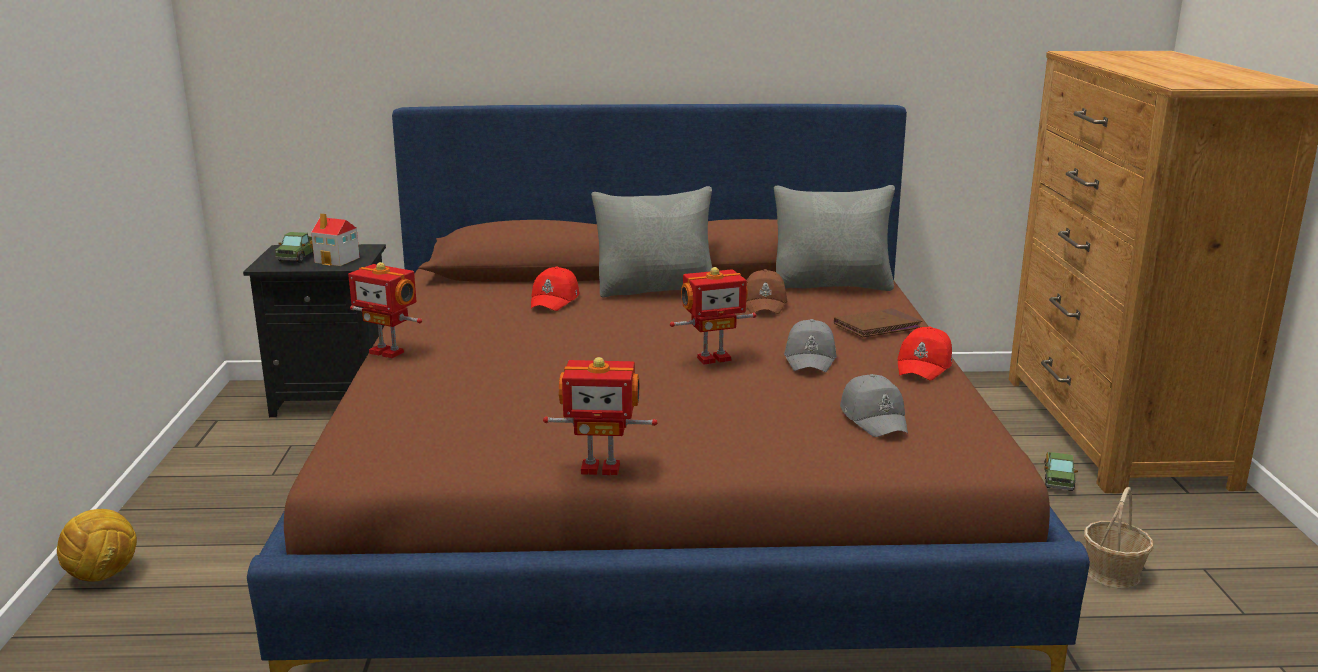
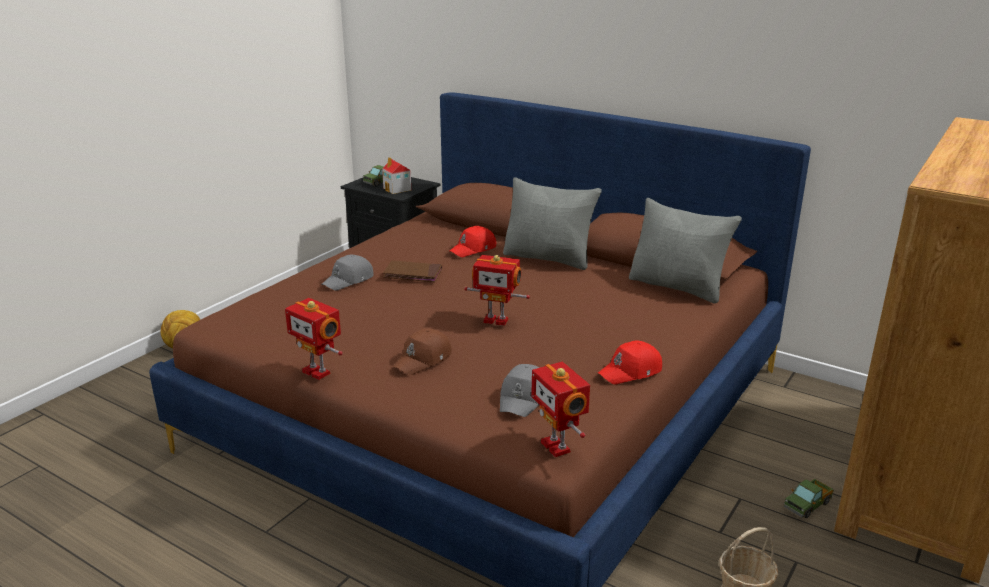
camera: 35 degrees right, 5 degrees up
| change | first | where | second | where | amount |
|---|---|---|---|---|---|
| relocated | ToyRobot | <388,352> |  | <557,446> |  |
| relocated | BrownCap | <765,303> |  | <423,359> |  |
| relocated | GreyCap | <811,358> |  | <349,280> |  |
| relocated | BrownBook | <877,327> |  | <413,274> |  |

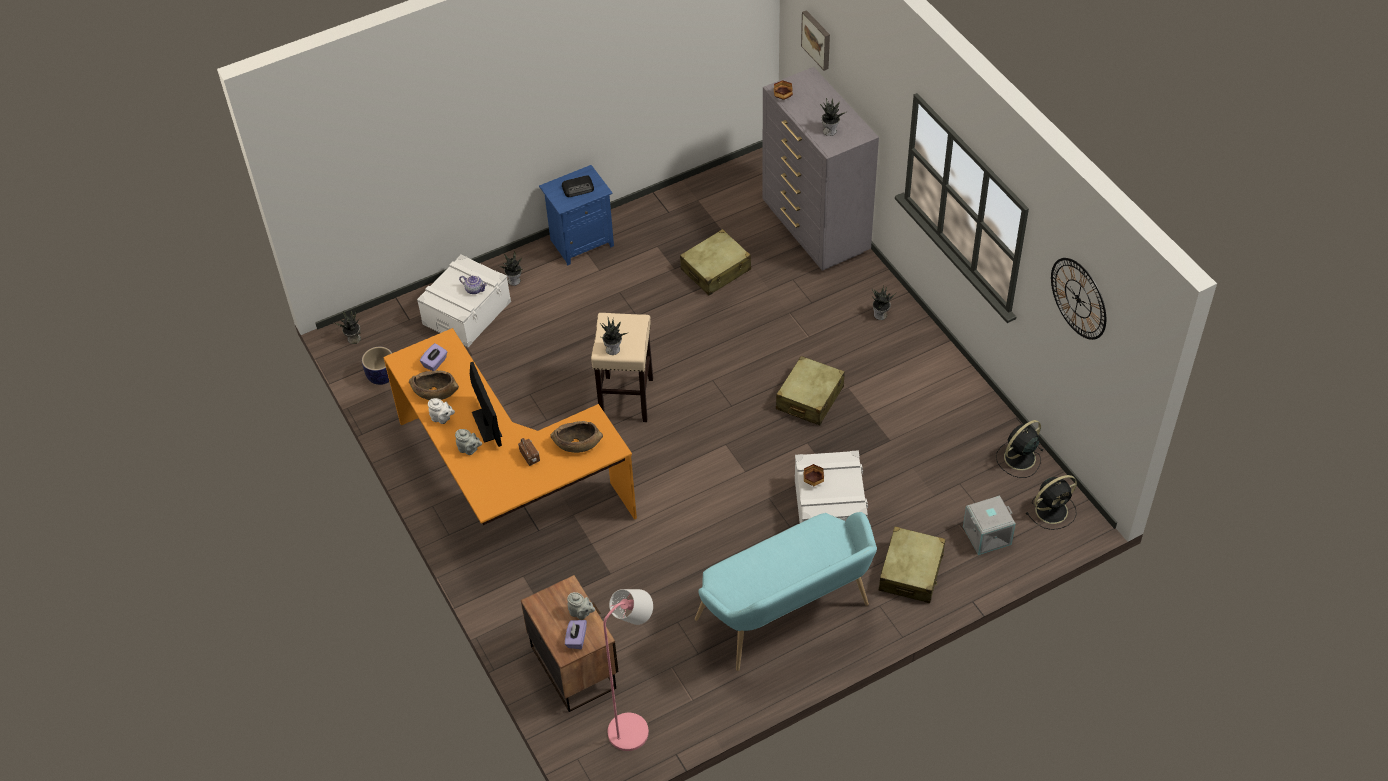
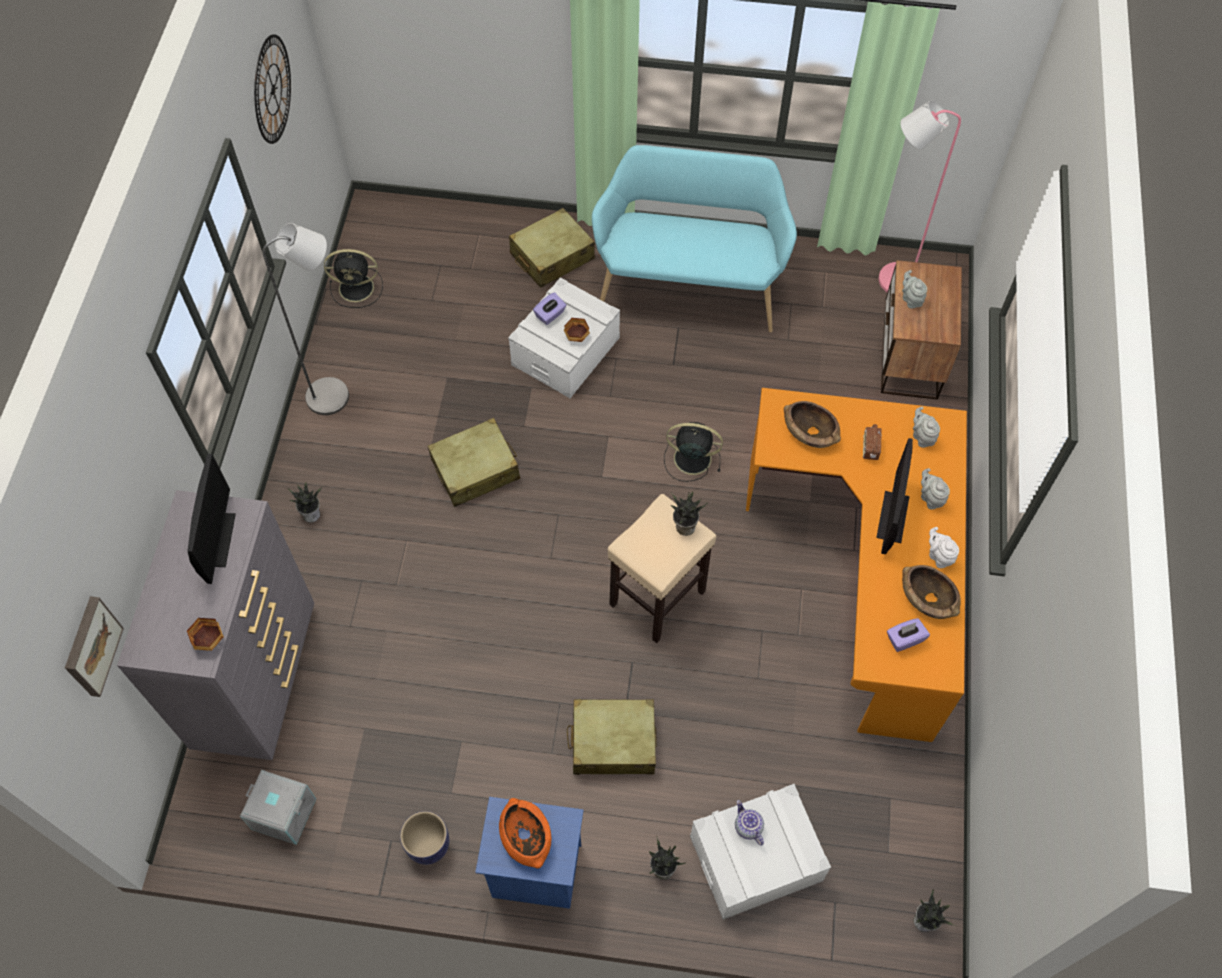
camera: 145 degrees left, 10 degrees up
| change | first | where | second | where | amount |
|---|---|---|---|---|---|
| relocated | Planter | <382,376> |  | <428,844> |  |
| exchanged | Radio | <578,188> | OrangeBowl | <525,837> |  |
| relocated | PurpleTissueBox | <576,639> |  | <550,315> |  |
| relocated | BeigeSuitcase | <716,270> |  | <613,742> |  |
| exchanged | PottedPlant | <830,131> | Monitor | <217,539> |  |
| relocated | GreyStorageBox | <987,534> |  | <283,815> |  |
| relocated | BlackFan | <1052,510> |  | <690,458> |  |
| appeared |  |  | GreyFloorLamp | <336,395> |  |
| appeared |  |  | GreyTeapot | <922,437> |  |

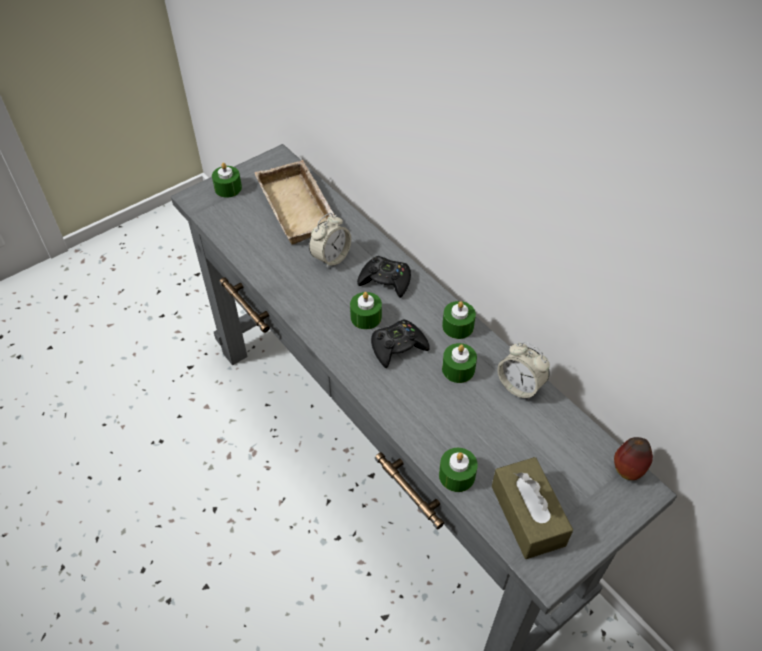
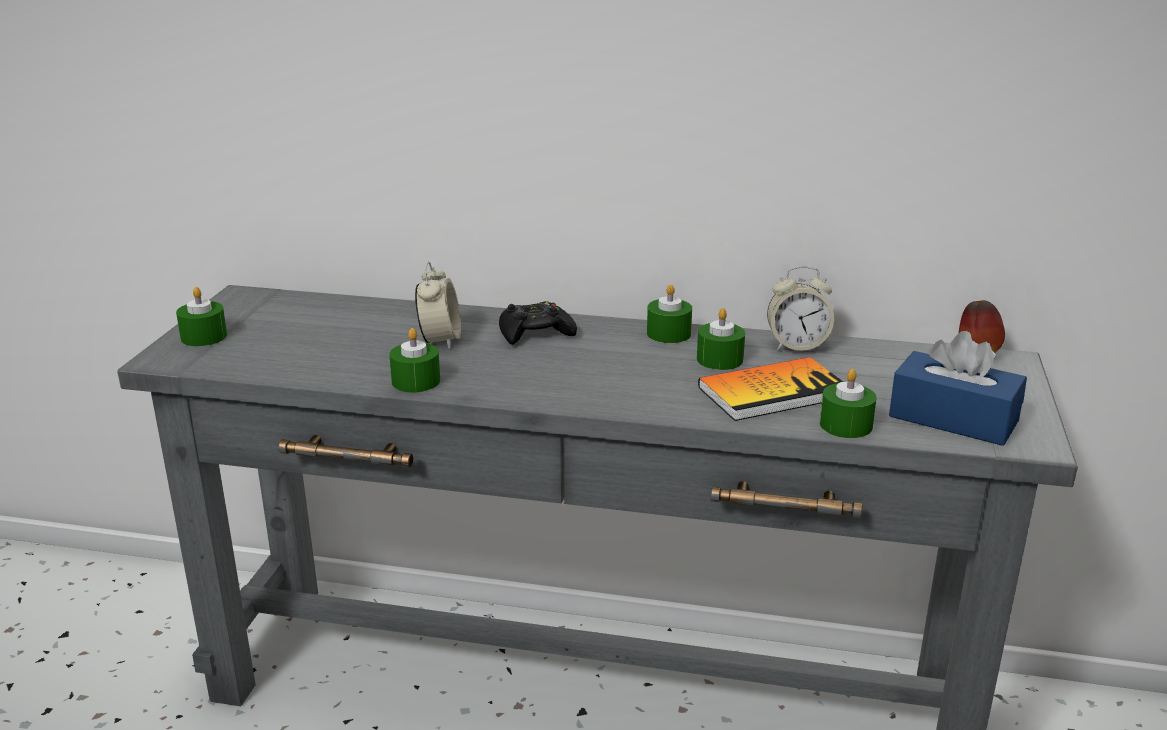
camera: 40 degrees left, 25 degrees down
| change | first | where | second | where | amount |
|---|---|---|---|---|---|
| missing | BeigeTray | <300,208> |  |  |  |
| relocated | GreenCandle | <366,317> |  | <416,381> |  |
| missing | BlackGameController | <398,347> |  |  |  |
| colour | BrownTissueBox | <527,515> | BlueTissueBox | <953,418> |  |
| appeared |  |  | Book | <772,392> |  |

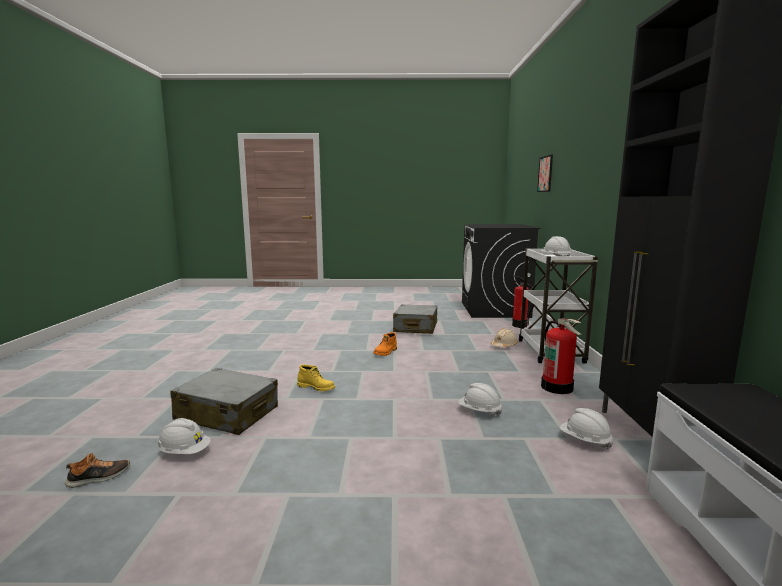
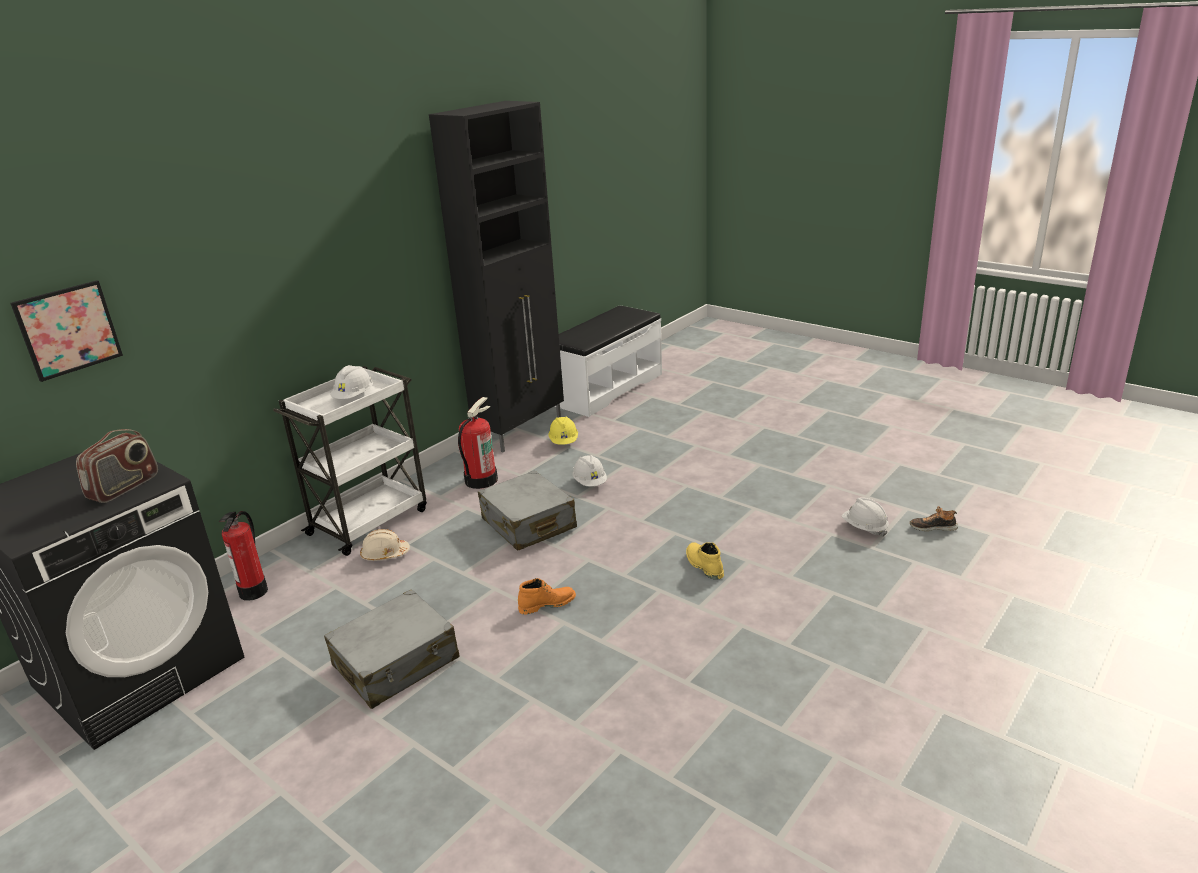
camera: 140 degrees left, 15 degrees up
| change | first | where | second | where | amount |
|---|---|---|---|---|---|
| relocated | GreySuitcase | <227,414> |  | <528,524> |  |
| colour | WhiteHardHat | <584,441> | YellowHardHat | <564,442> |  |
| appeared |  |  | Radio | <124,487> |  |

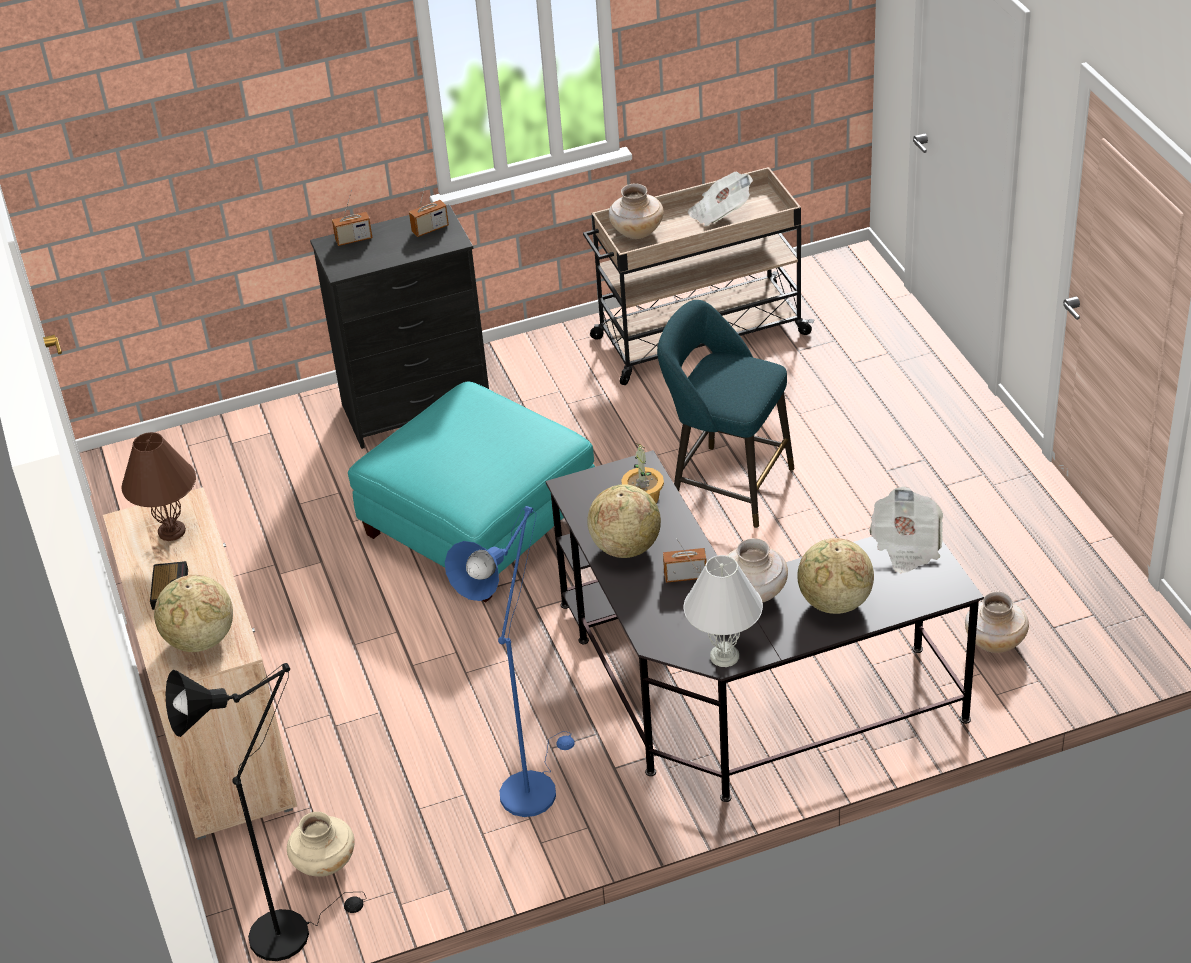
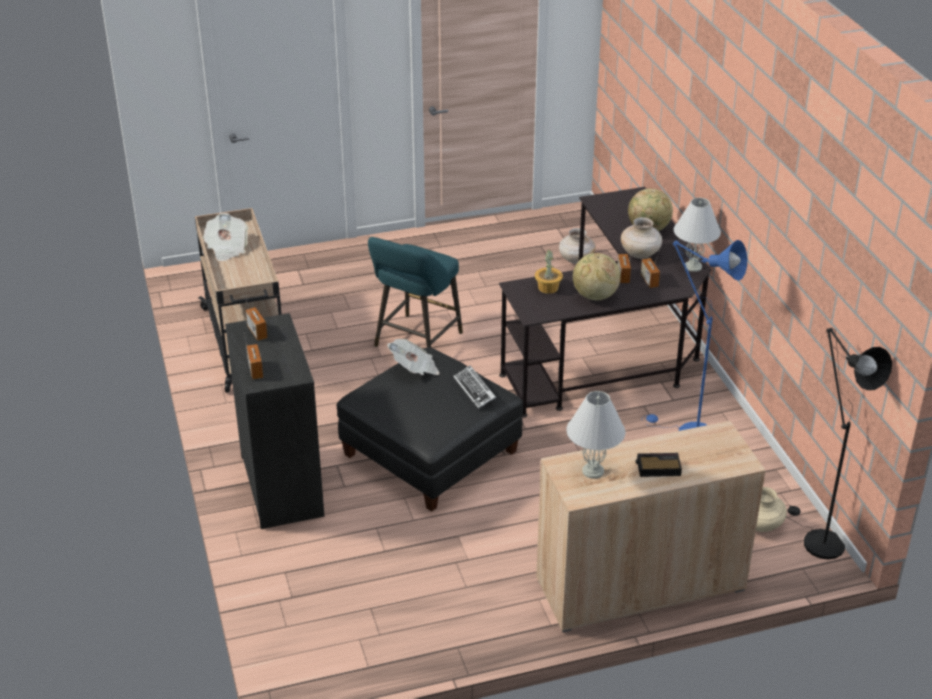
camera: 90 degrees left, 5 degrees down
| change | first | where | second | where | amount |
|---|---|---|---|---|---|
| colour | BrownTableLamp | <171,531> | WhiteTableLamp | <593,471> |  |
| missing | Globe | <200,640> |  |  |  |
| colour | TurquoiseOttoman | <480,524> | BlackOttoman | <431,453> |  |
| missing | BeigeVase | <637,232> |  |  |  |
| relocated | Newspaper | <906,546> |  | <414,369> |  |
| appeared |  |  | Keyboard | <474,390> |  |
| appeared |  |  | Radio | <649,281> |  |

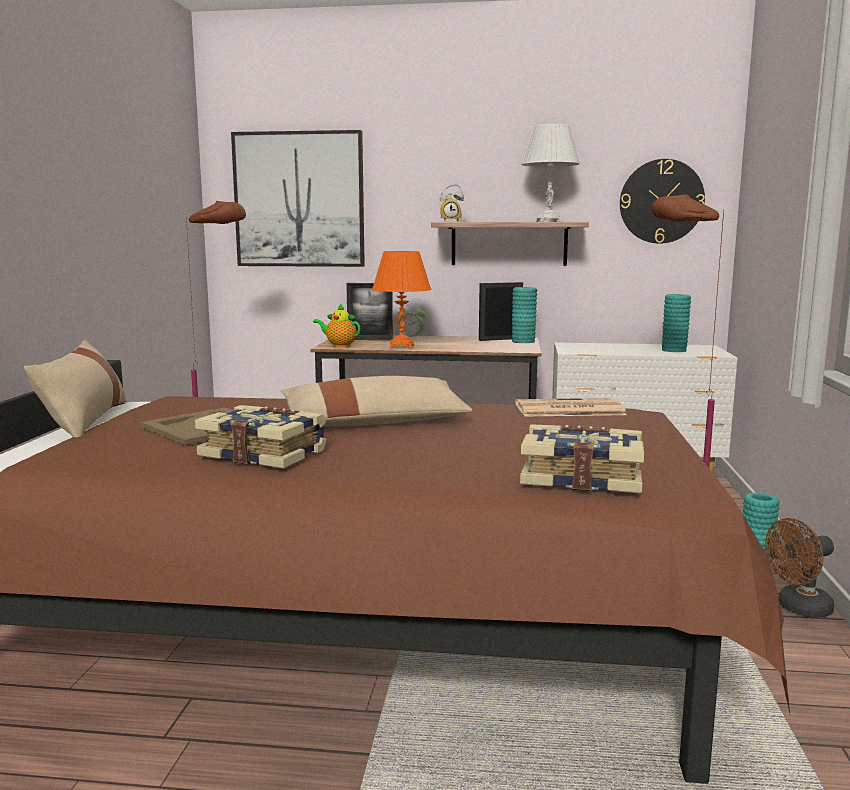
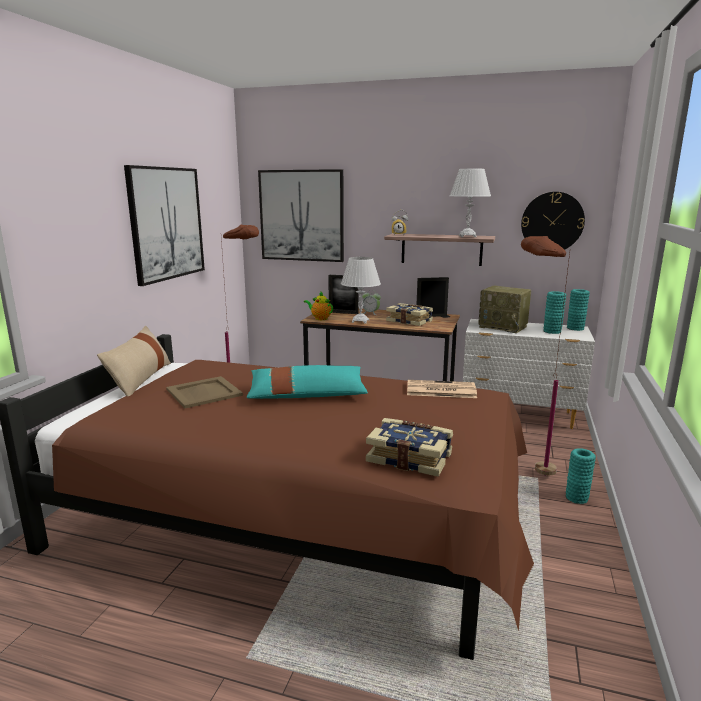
camera: 10 degrees right, 5 degrees up
| change | first | where | second | where | amount |
|---|---|---|---|---|---|
| relocated | Book | <264,454> |  | <409,321> |  |
| colour | BeigePillow | <374,422> | TurquoisePillow | <307,394> |  |
| colour | OrangeTableLamp | <401,346> | WhiteTableLamp | <360,321> |  |
| relocated | TurquoiseVase | <523,341> |  | <575,328> |  |
| missing | BrownFan | <798,608> |  |  |  |
| appeared |  |  | Picture | <166,223> |  |
| appeared |  |  | Radio | <504,327> |  |

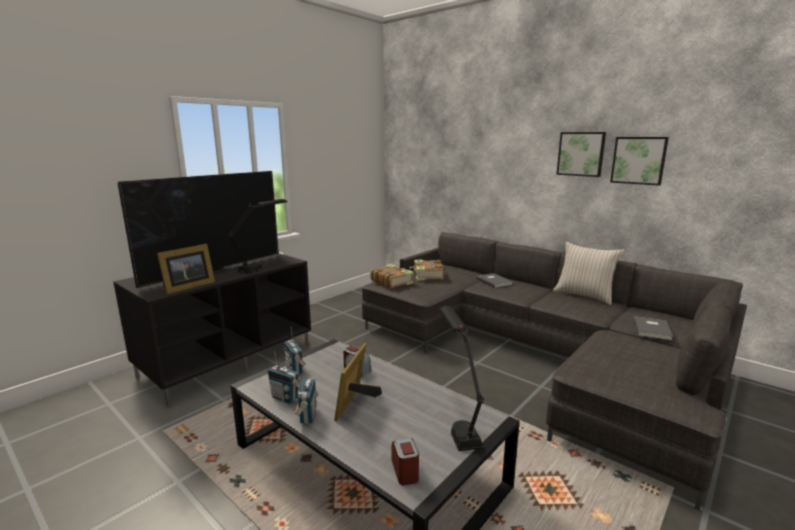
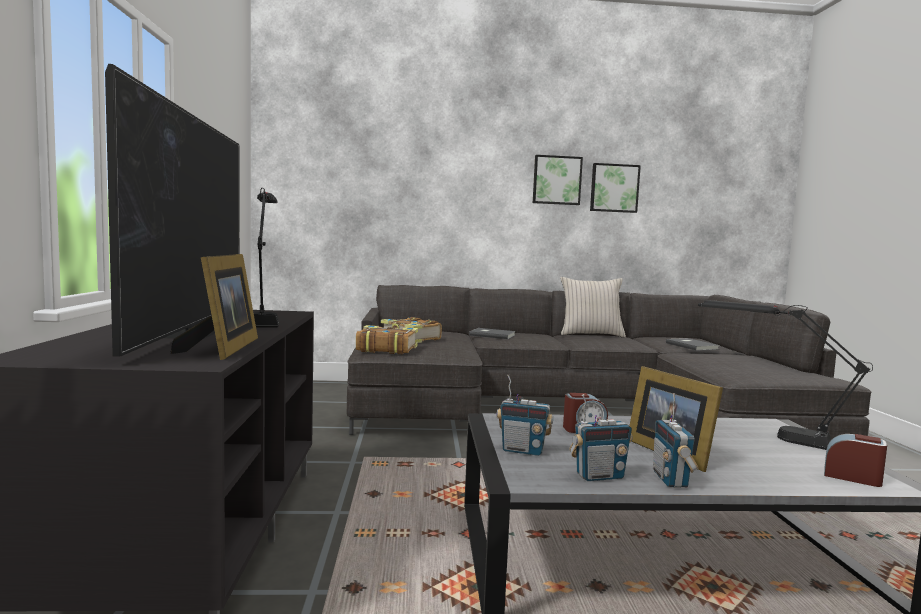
camera: 45 degrees left, 10 degrees down
| change | first | where | second | where | amount |
|---|---|---|---|---|---|
| spun | Radio | <307,416> |  | <671,479> | 135 degrees counterclockwise |

